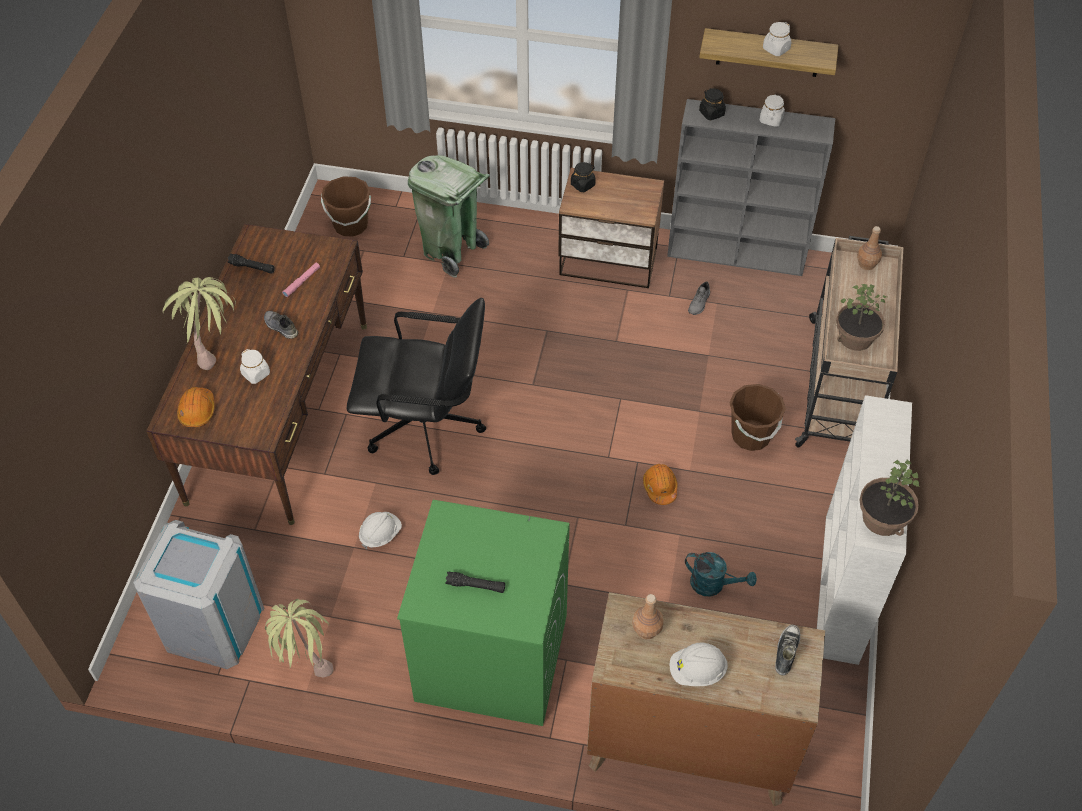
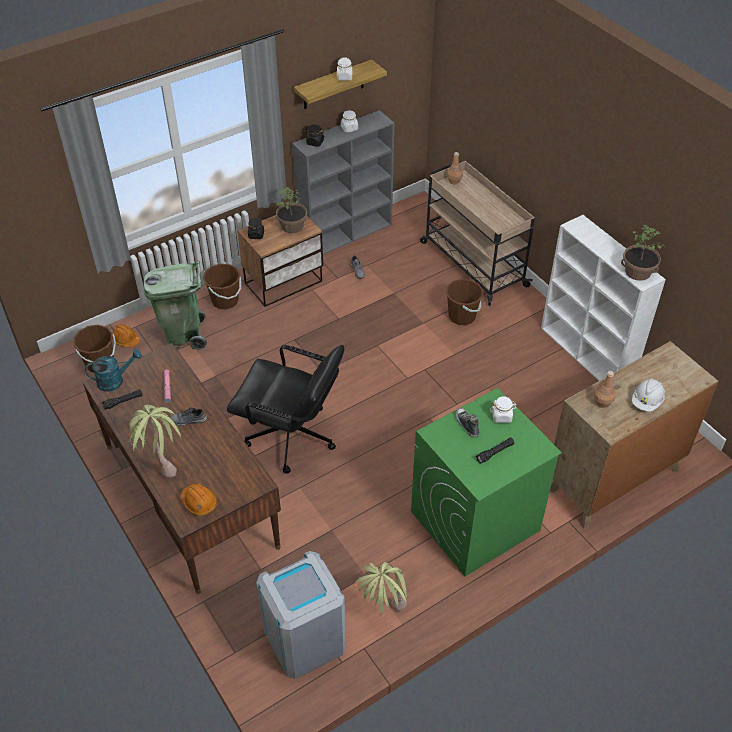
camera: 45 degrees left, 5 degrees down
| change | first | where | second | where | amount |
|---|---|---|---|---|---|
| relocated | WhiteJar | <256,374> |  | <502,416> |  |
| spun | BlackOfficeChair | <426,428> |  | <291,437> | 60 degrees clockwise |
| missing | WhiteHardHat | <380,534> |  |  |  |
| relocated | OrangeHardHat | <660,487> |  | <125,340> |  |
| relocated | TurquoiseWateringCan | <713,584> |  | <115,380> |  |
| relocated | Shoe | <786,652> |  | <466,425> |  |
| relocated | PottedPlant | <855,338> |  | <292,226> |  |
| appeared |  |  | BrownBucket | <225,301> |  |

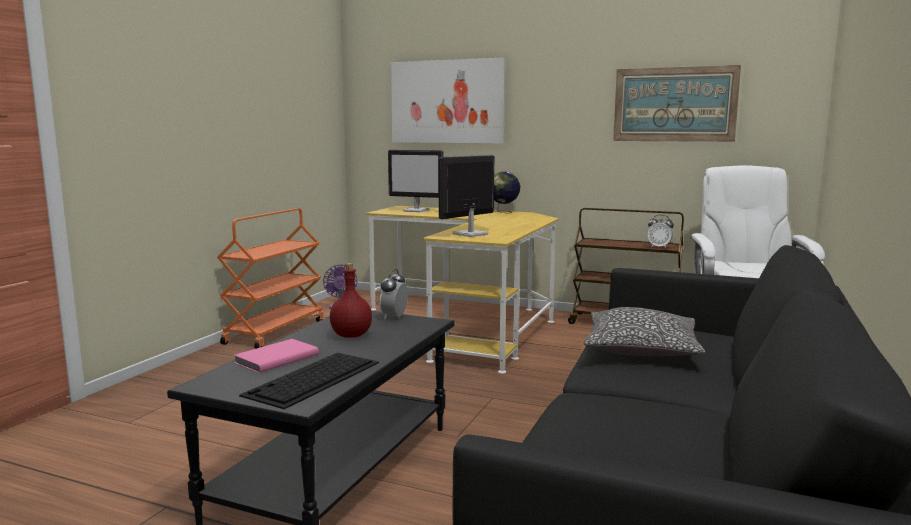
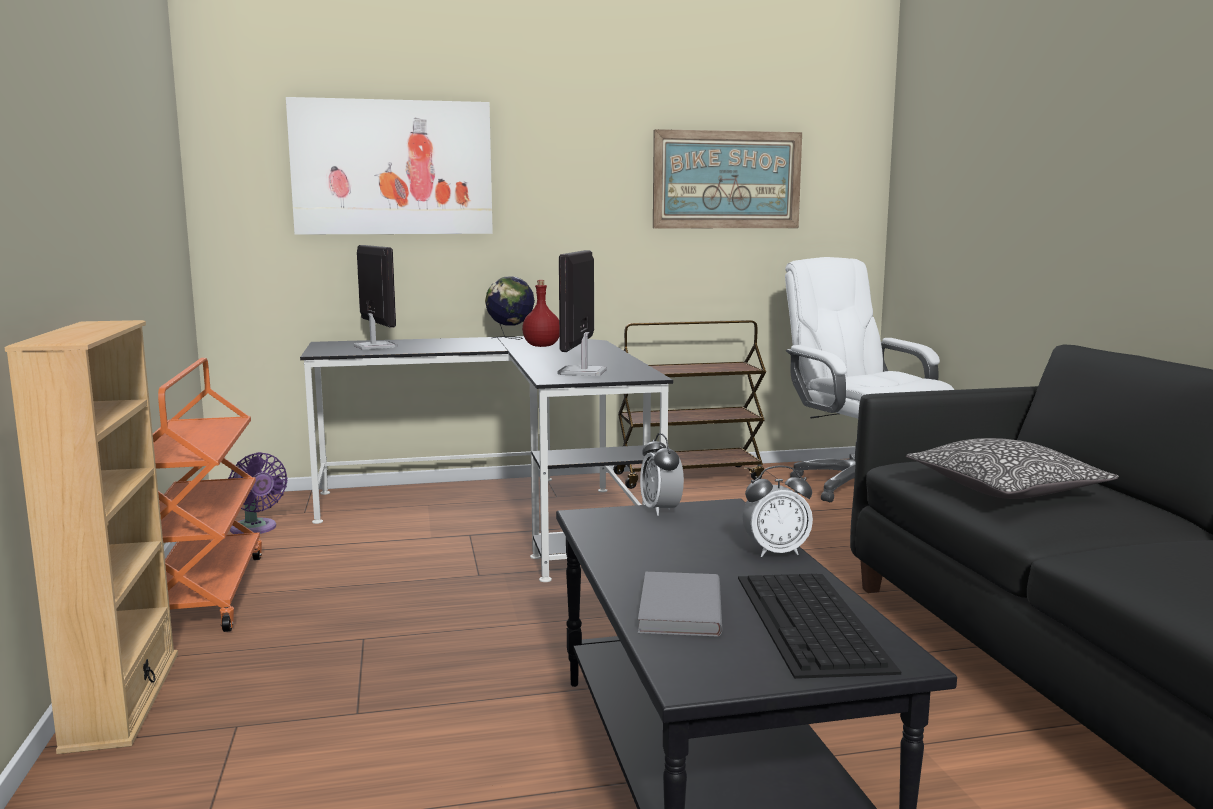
camera: 35 degrees left, 0 degrees up
| change | first | where | second | where | amount |
|---|---|---|---|---|---|
| colour | PinkBook | <275,358> | GreyBook | <677,609> |  |
| relocated | RedBottle | <351,335> |  | <541,346> |  |
| colour | YellowDesk | <470,323> | BlackDesk | <504,514> |  |
| spun | Monitor | <416,210> |  | <374,346> | 105 degrees counterclockwise |
| relocated | AlarmClock | <659,247> |  | <776,552> |  |
| appeared |  |  | BeigeBookcase | <122,699> |  |

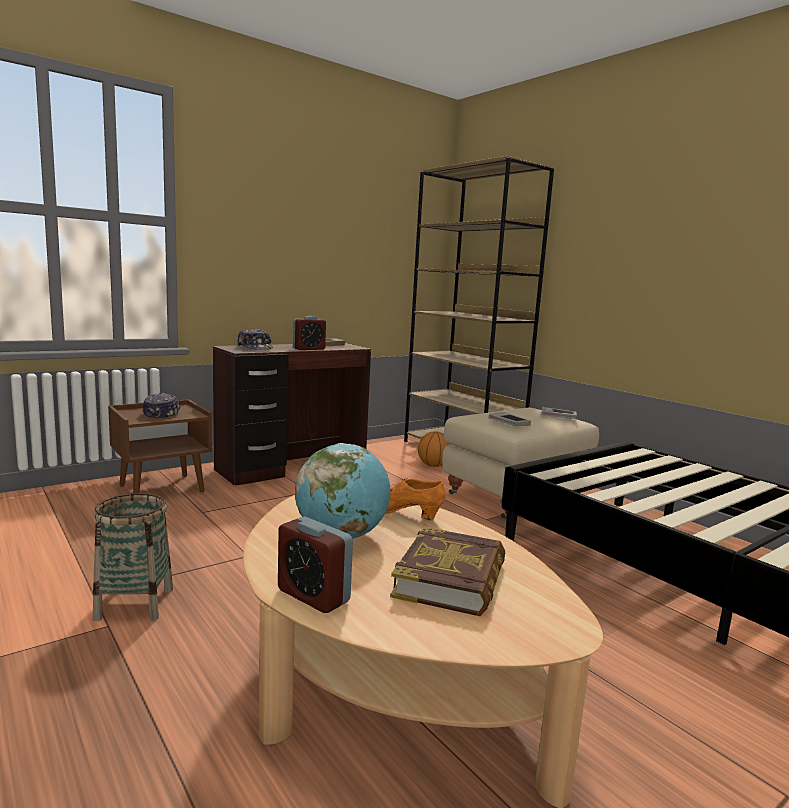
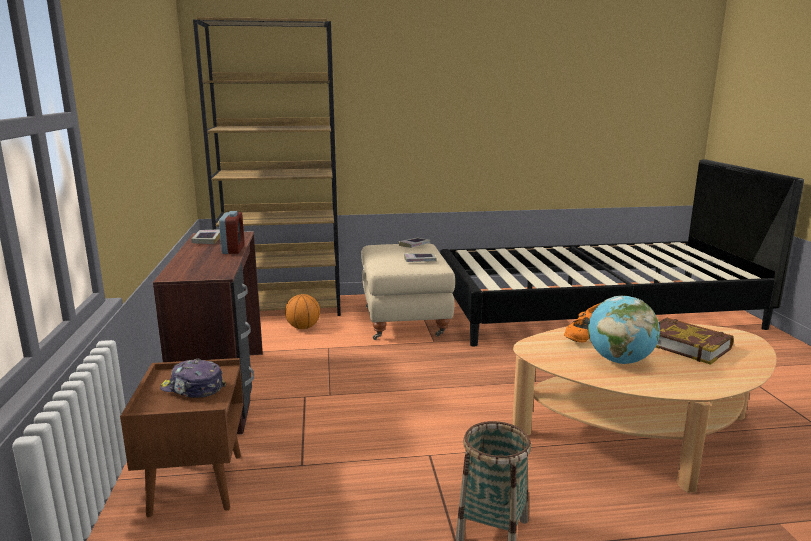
camera: 60 degrees left, 5 degrees up
| change | first | where | second | where | amount |
|---|---|---|---|---|---|
| missing | Cap | <255,348> |  |  |  |
| missing | AlarmClock | <313,596> |  |  |  |

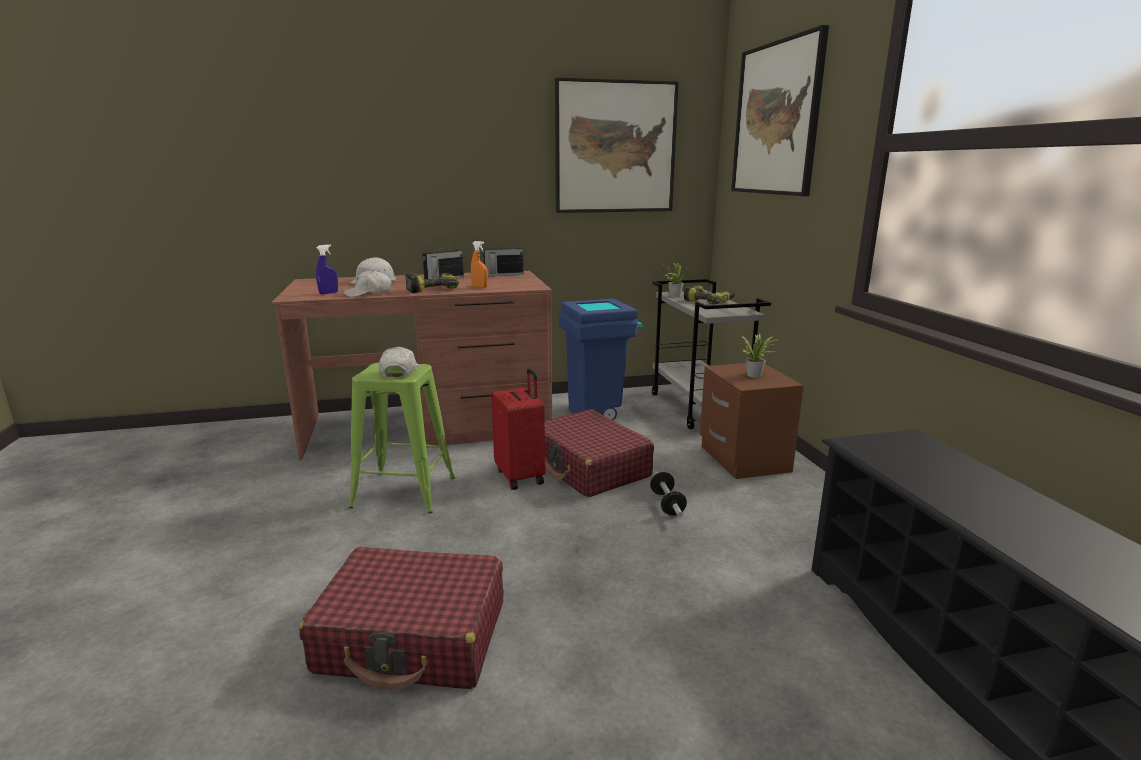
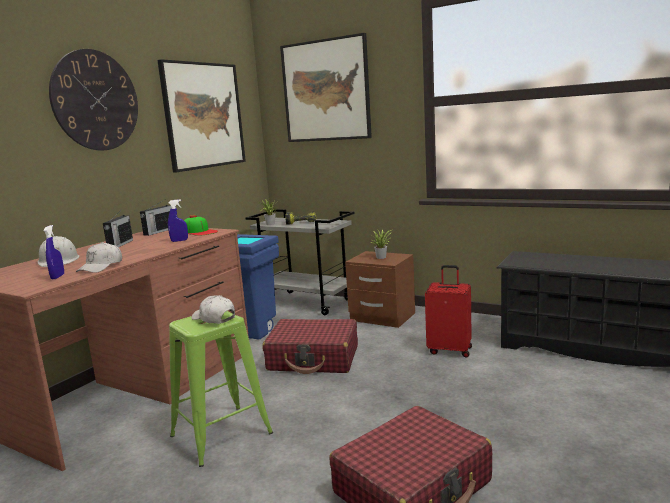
camera: 45 degrees left, 5 degrees down
| change | first | where | second | where | amount |
|---|---|---|---|---|---|
| missing | PowerDrill | <431,289> |  |  |  |
| colour | OrangeSprayBottle | <479,287> | BlueSprayBottle | <179,241> |  |
| relocated | RedSuitcase | <521,476> |  | <450,350> |  |
| missing | Dumbbell | <667,504> |  |  |  |
| appeared |  |  | WallClock | <95,100> |  |
| appeared |  |  | Cap | <200,231> |  |

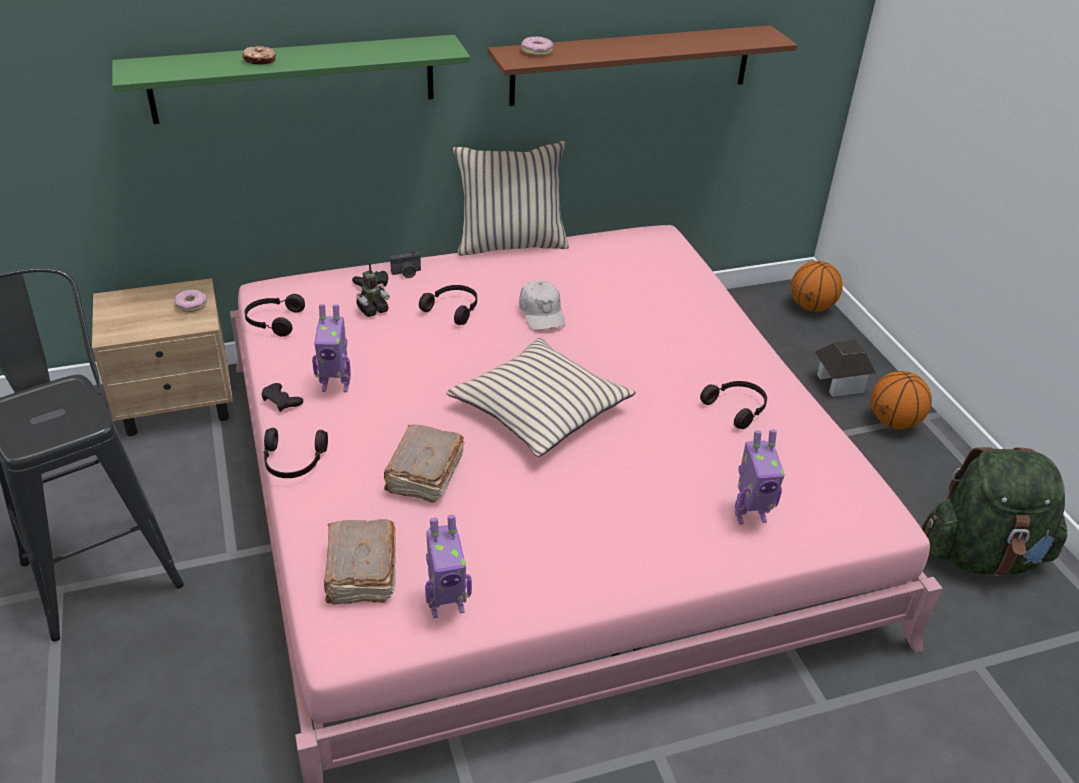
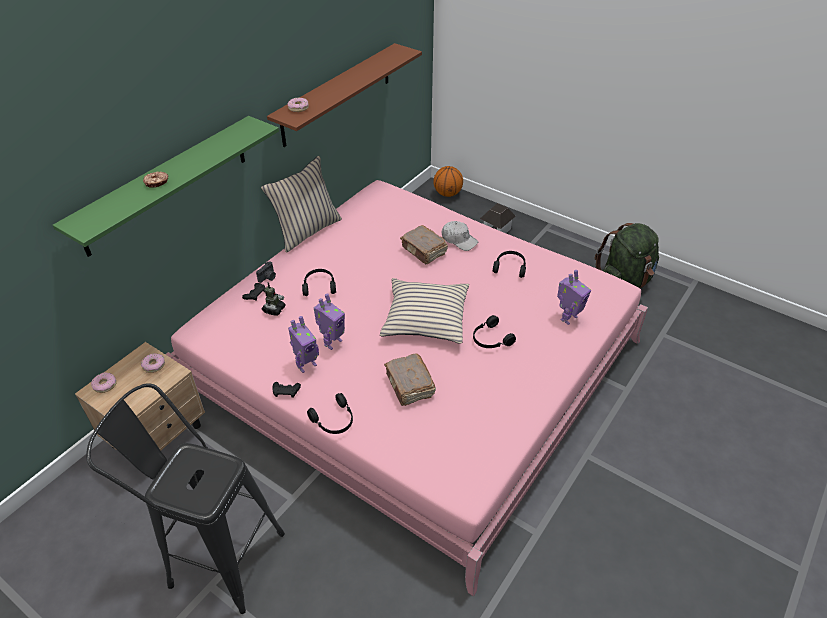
camera: 35 degrees left, 5 degrees up
| change | first | where | second | where | amount |
|---|---|---|---|---|---|
| relocated | BlackHeadphones | <273,321> |  | <490,339> |  |
| relocated | BrownBook | <360,573> |  | <424,251> |  |
| relocated | ToyRobot | <446,605> |  | <332,342> |  |
| relocated | WhiteCap | <541,313> |  | <459,240> |  |
| missing | Basketball | <893,422> |  |  |  |
| appeared |  |  | Donut | <105,385> |  |

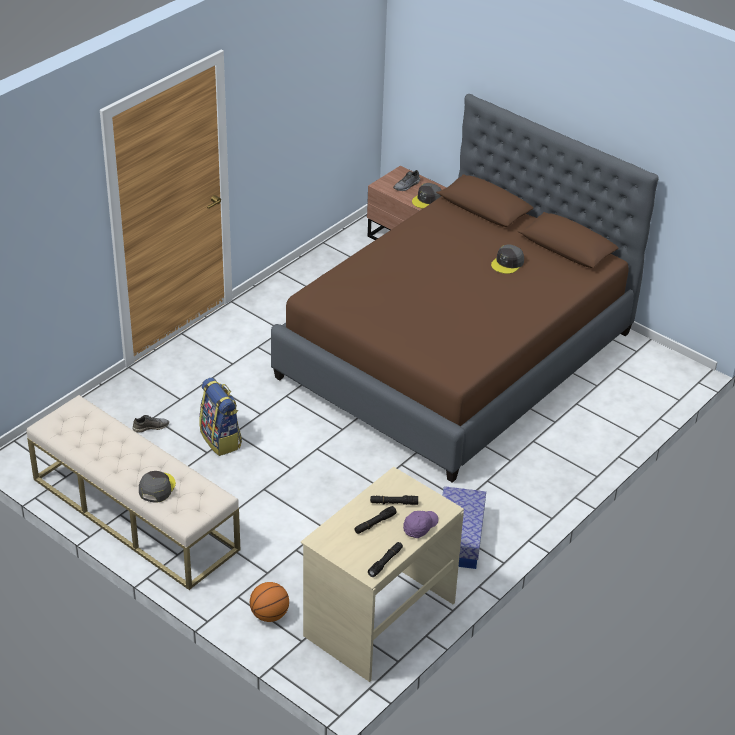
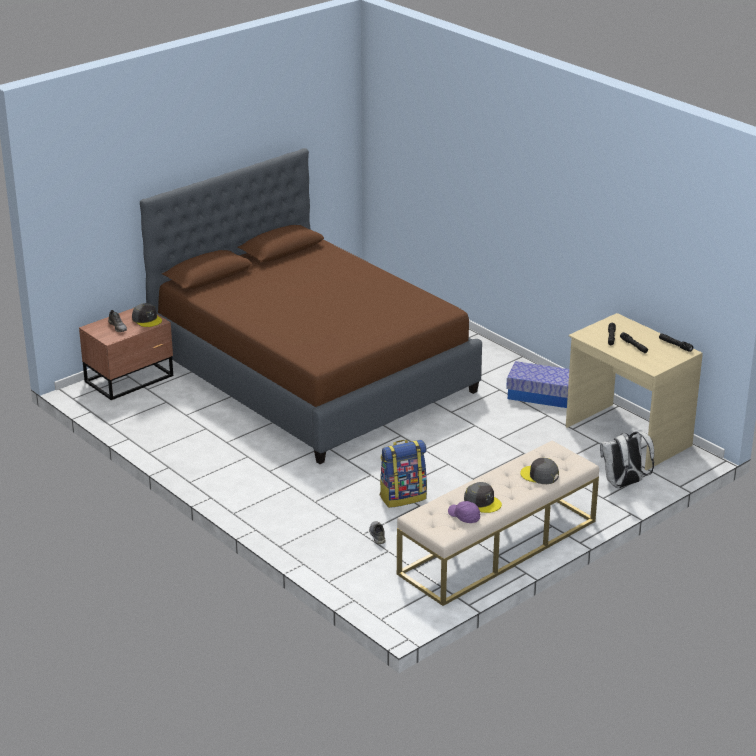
camera: 80 degrees left, 10 degrees down
| change | first | where | second | where | amount |
|---|---|---|---|---|---|
| exchanged | Basketball | <269,615> | WhiteBackpack | <623,484> |  |
| relocated | PurpleCap | <420,527> |  | <464,517> |  |
| relocated | GreyCap | <507,263> |  | <482,502> |  |

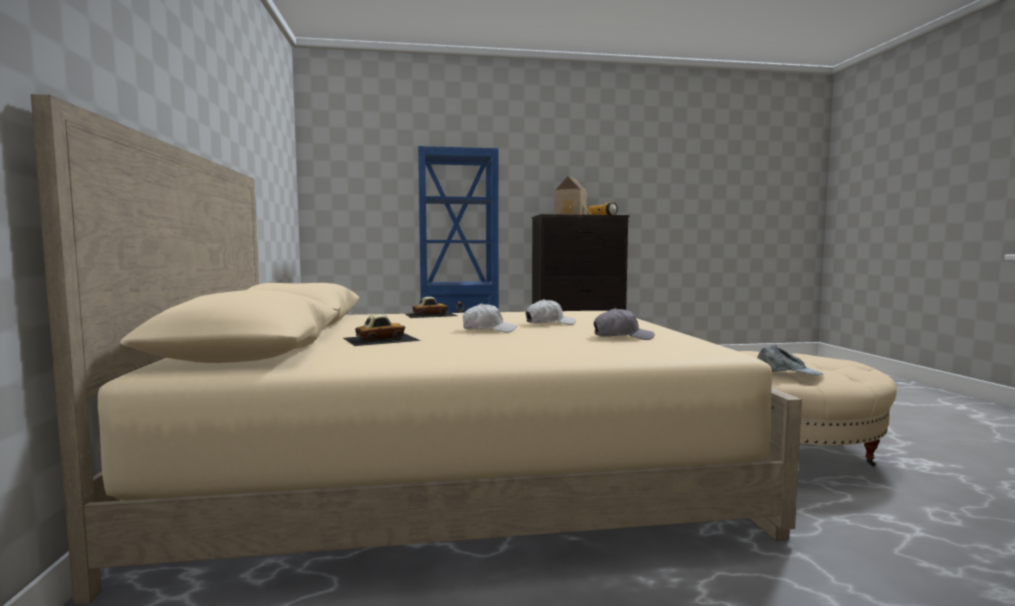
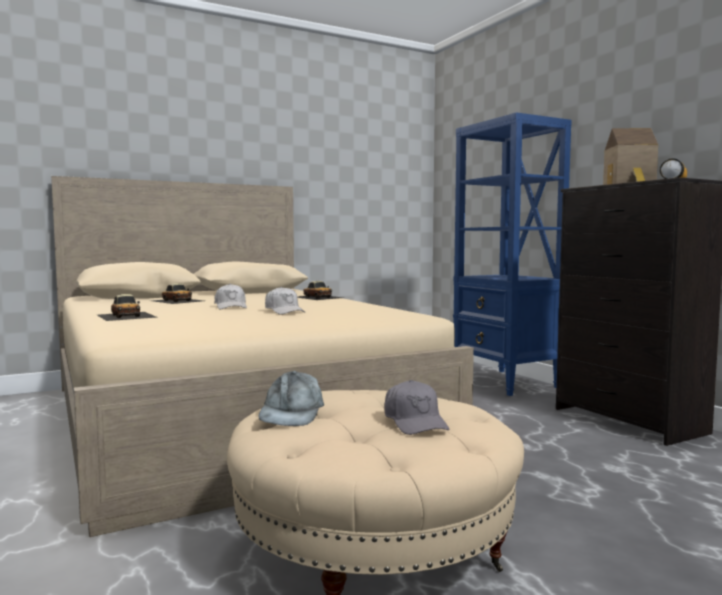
camera: 70 degrees right, 0 degrees up
| change | first | where | second | where | amount |
|---|---|---|---|---|---|
| relocated | GreyCap | <622,337> |  | <415,422> |  |
| appeared |  |  | ToyCar | <126,316> |  |

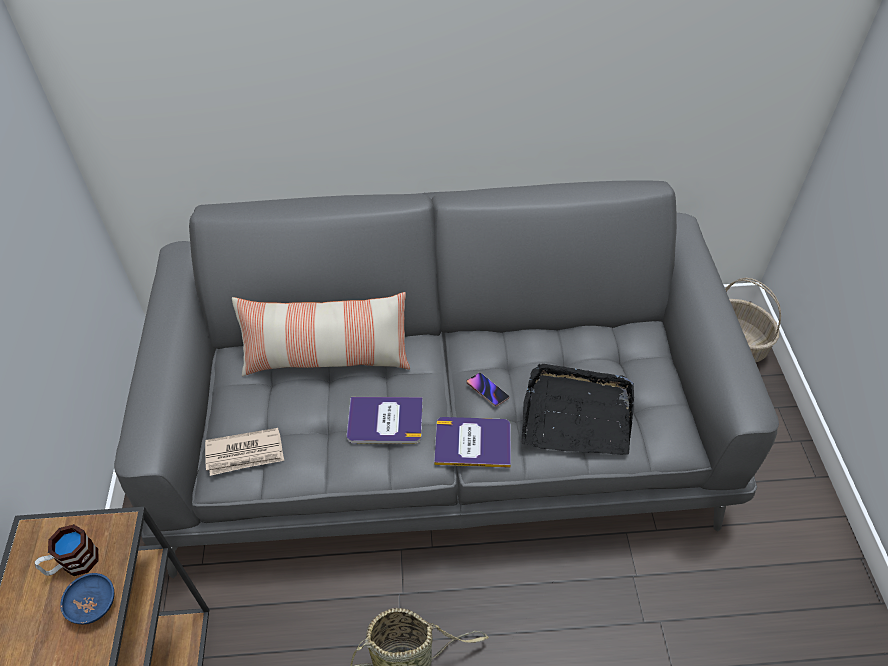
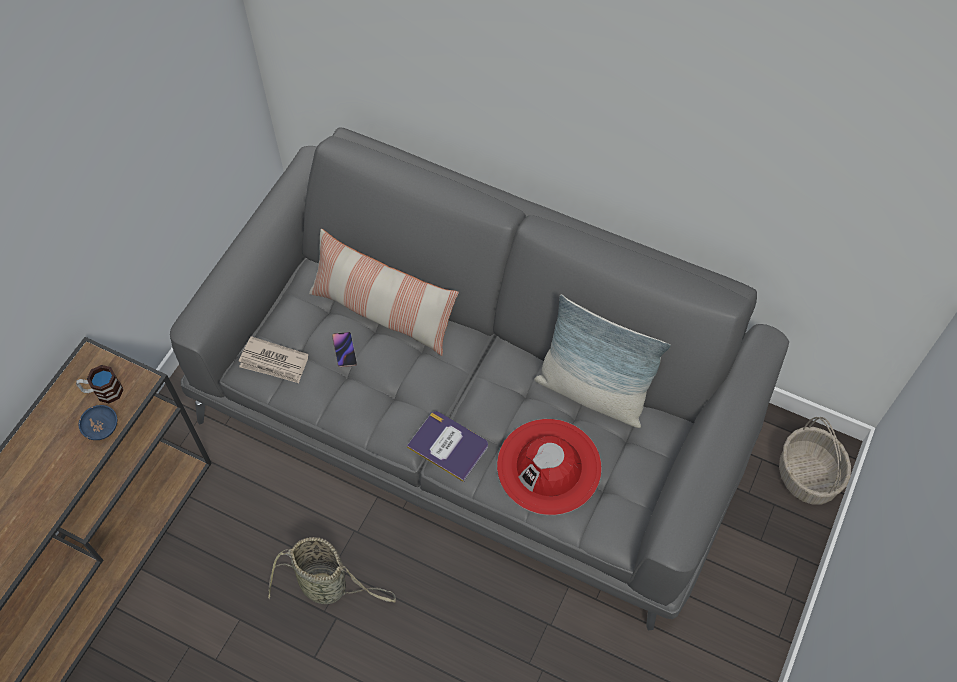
camera: 30 degrees right, 10 degrees up
| change | first | where | second | where | amount |
|---|---|---|---|---|---|
| missing | Book | <385,421> |  |  |  |
| relocated | Phone | <487,391> |  | <344,350> |  |
| exchanged | BlackTray | <576,413> | RedHat | <549,466> |  |
| appeared |  |  | Pillow | <592,392> |  |

